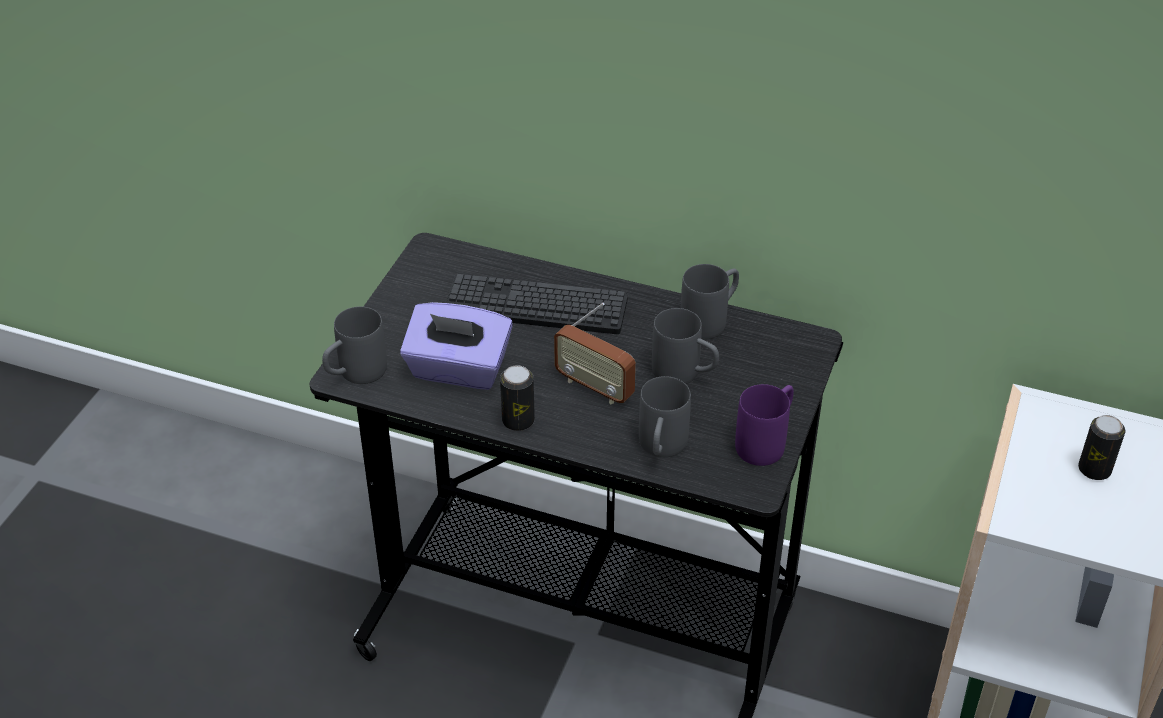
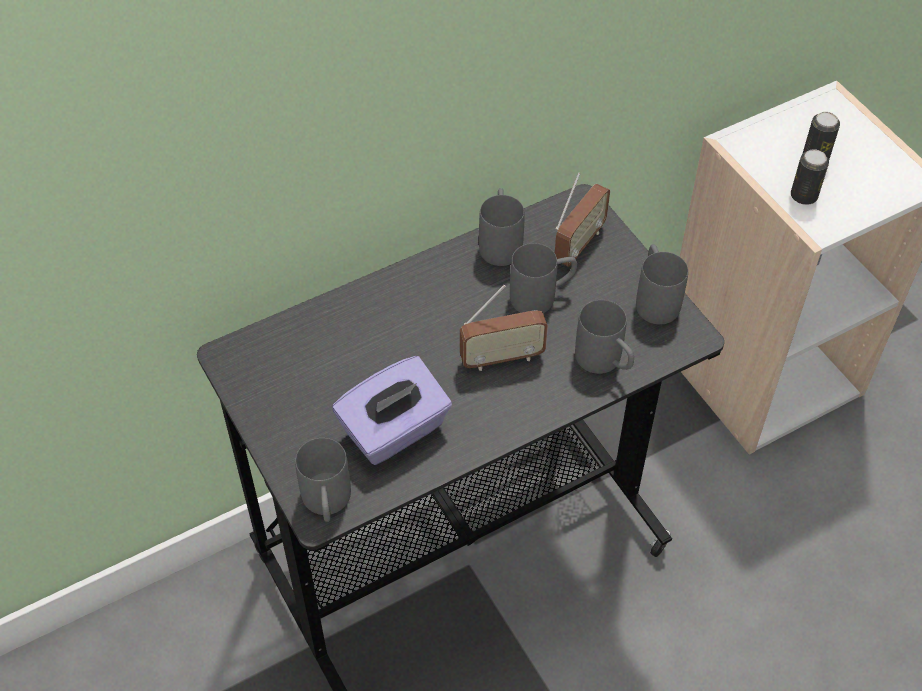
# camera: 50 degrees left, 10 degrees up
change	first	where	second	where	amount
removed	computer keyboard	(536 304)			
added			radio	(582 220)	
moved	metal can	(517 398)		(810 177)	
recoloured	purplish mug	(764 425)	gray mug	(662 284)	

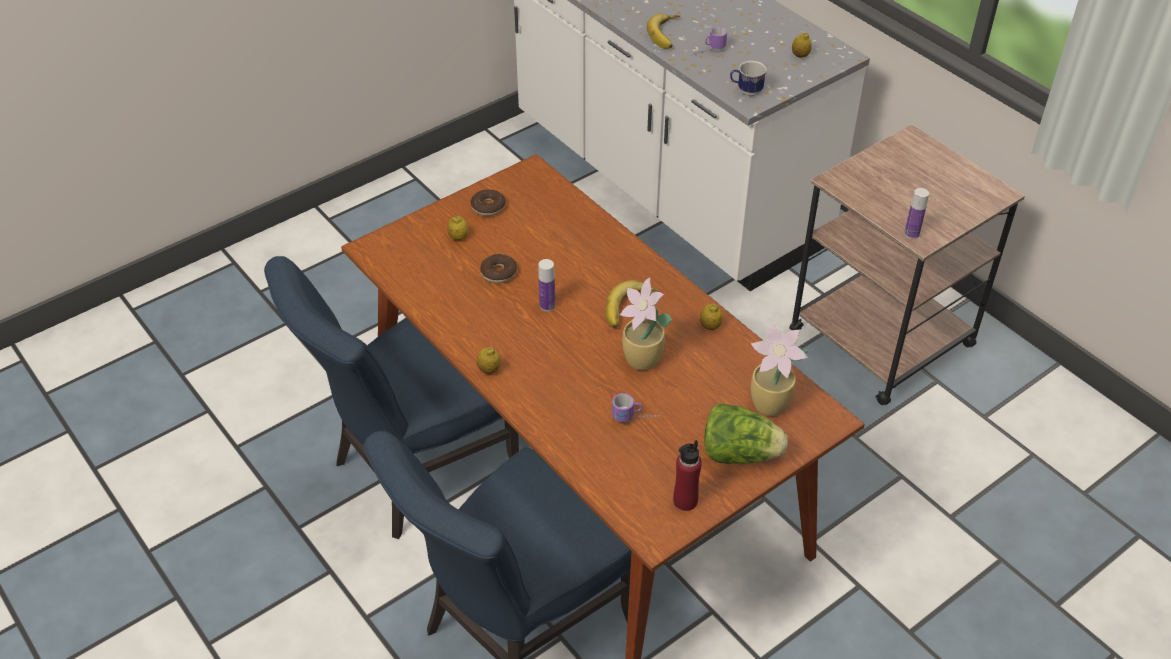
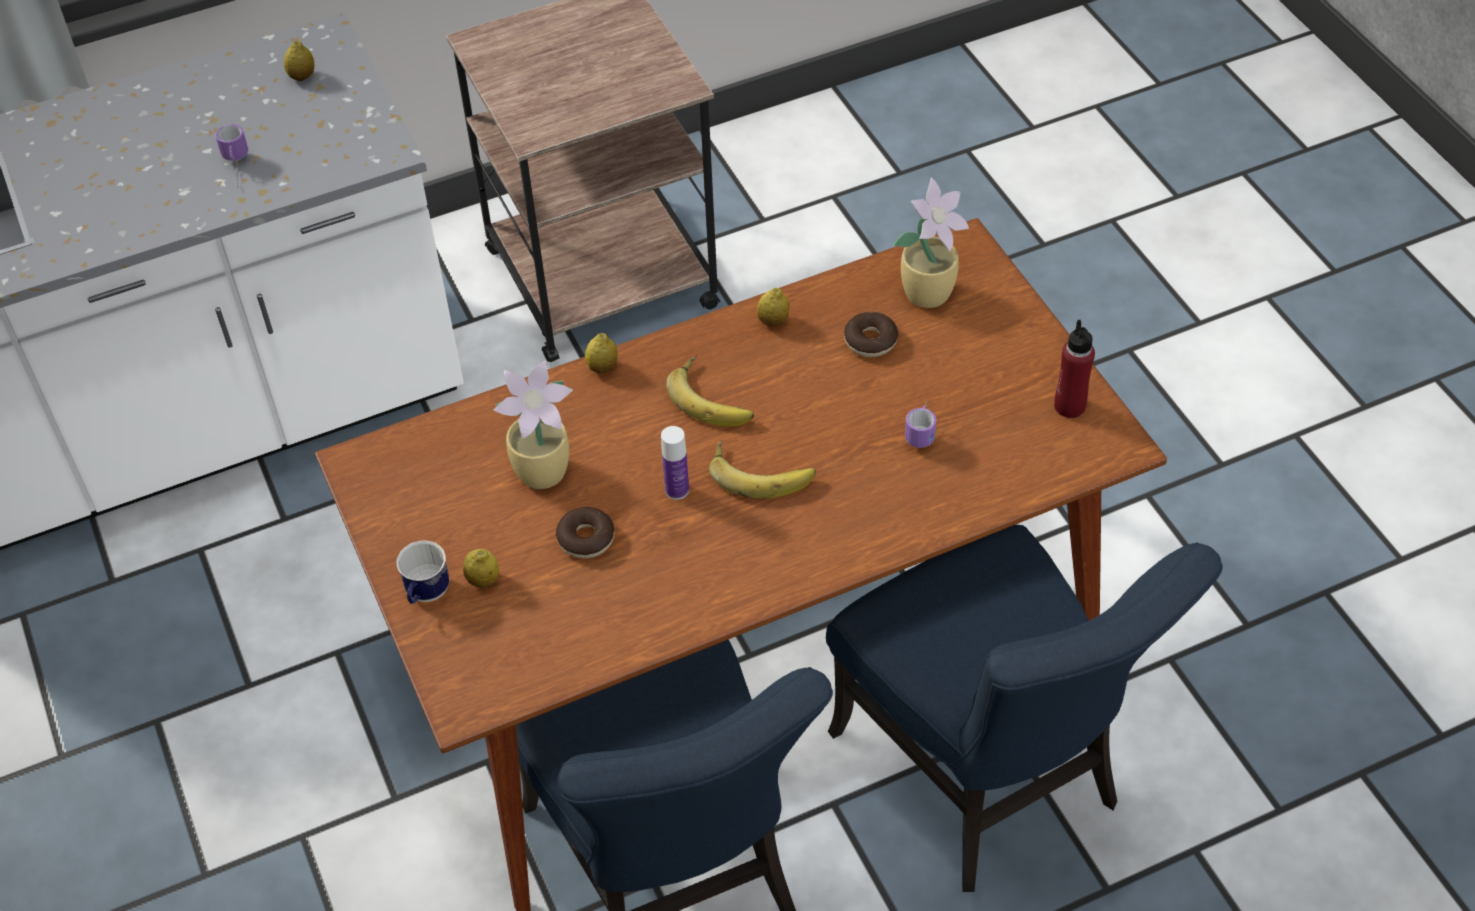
# camera: 75 degrees left, 5 degrees up
change	first	where	second	where	amount
removed	lettuce	(746 433)			
removed	bottle	(916 213)			
moved	donut	(488 202)		(871 334)	
moved	lemon	(489 360)		(601 353)	
moved	plant in a pot	(645 324)		(533 424)	
moved	banana fruit	(663 31)		(762 469)	
moved	mug	(748 78)		(422 572)	

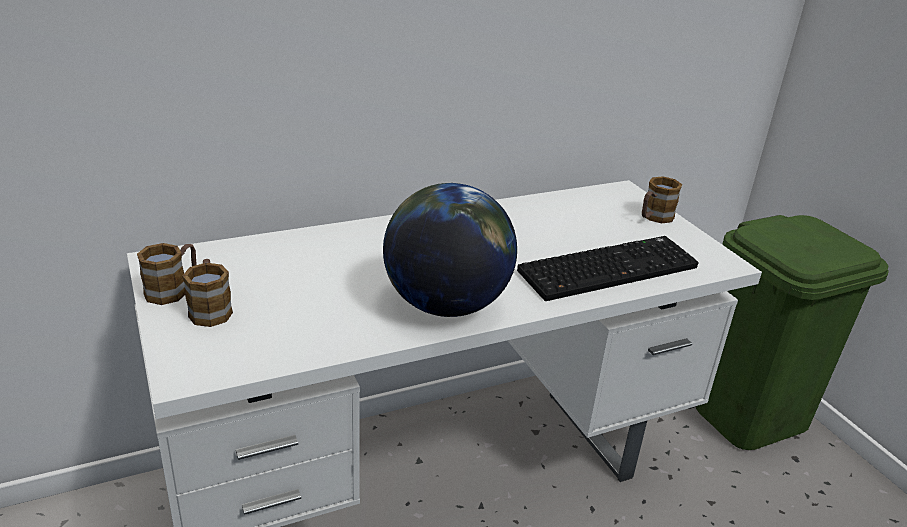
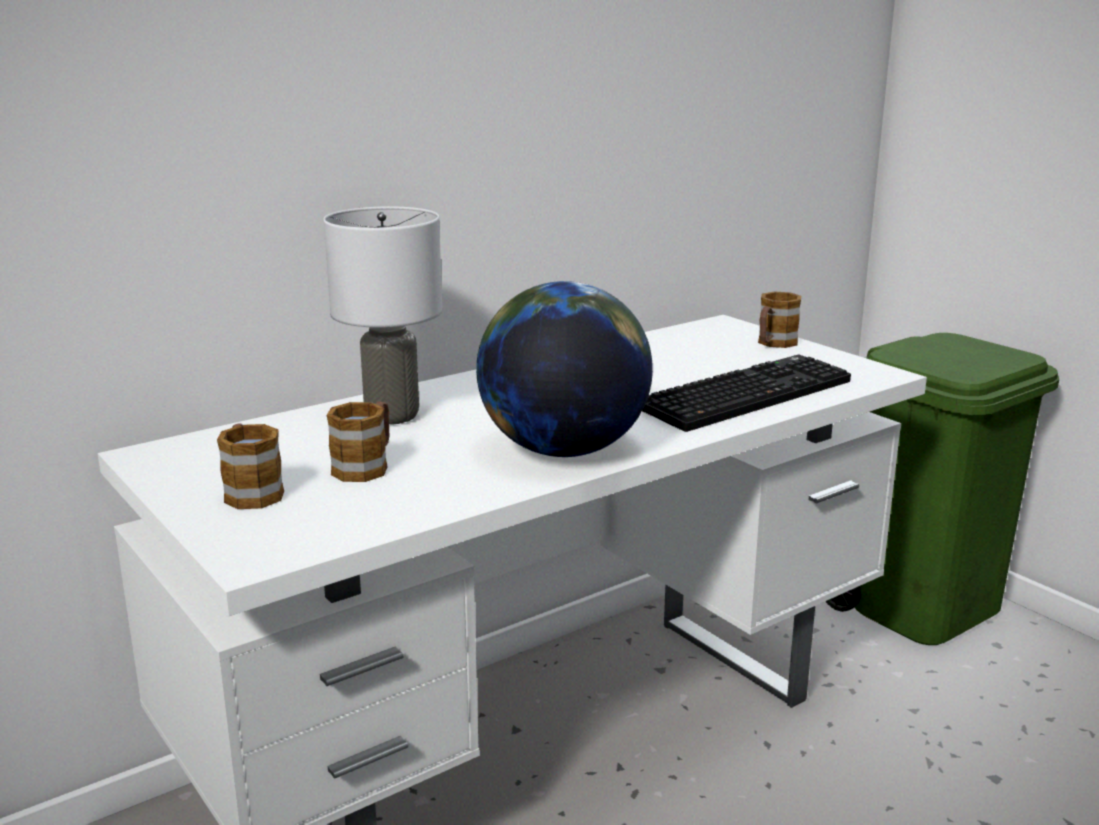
# camera: 10 degrees left, 10 degrees down
change	first	where	second	where	amount
added			whitish lamp for a table	(383 315)	
moved	mug	(167 274)		(358 442)	

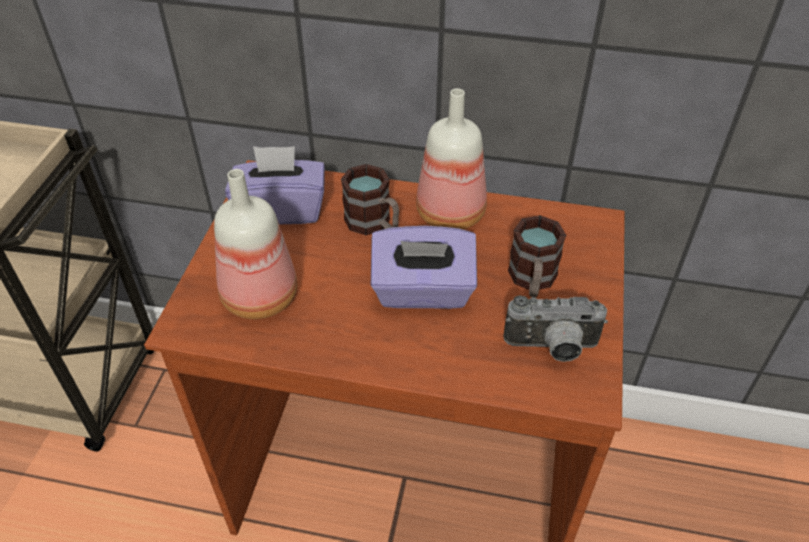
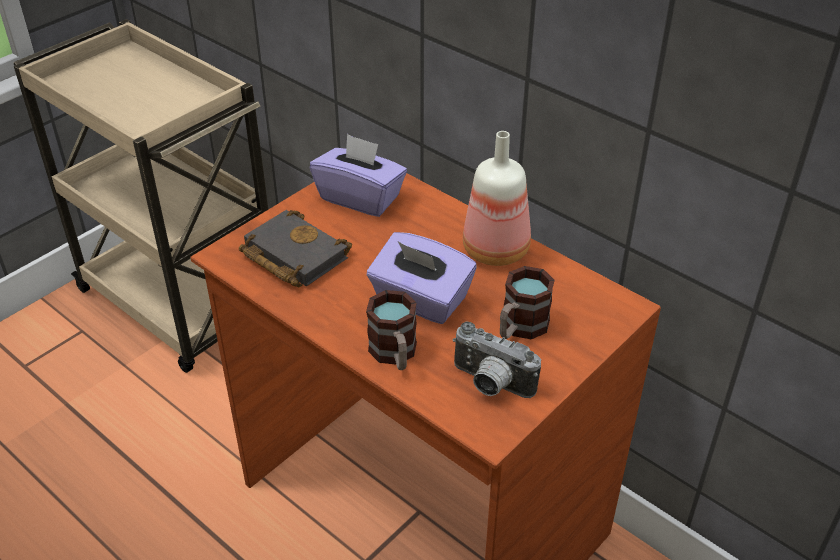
# camera: 30 degrees right, 5 degrees down
change	first	where	second	where	amount
moved	mug	(370 199)		(391 330)	
replaced	bottle	(255 244)	blackish bound book	(295 248)	

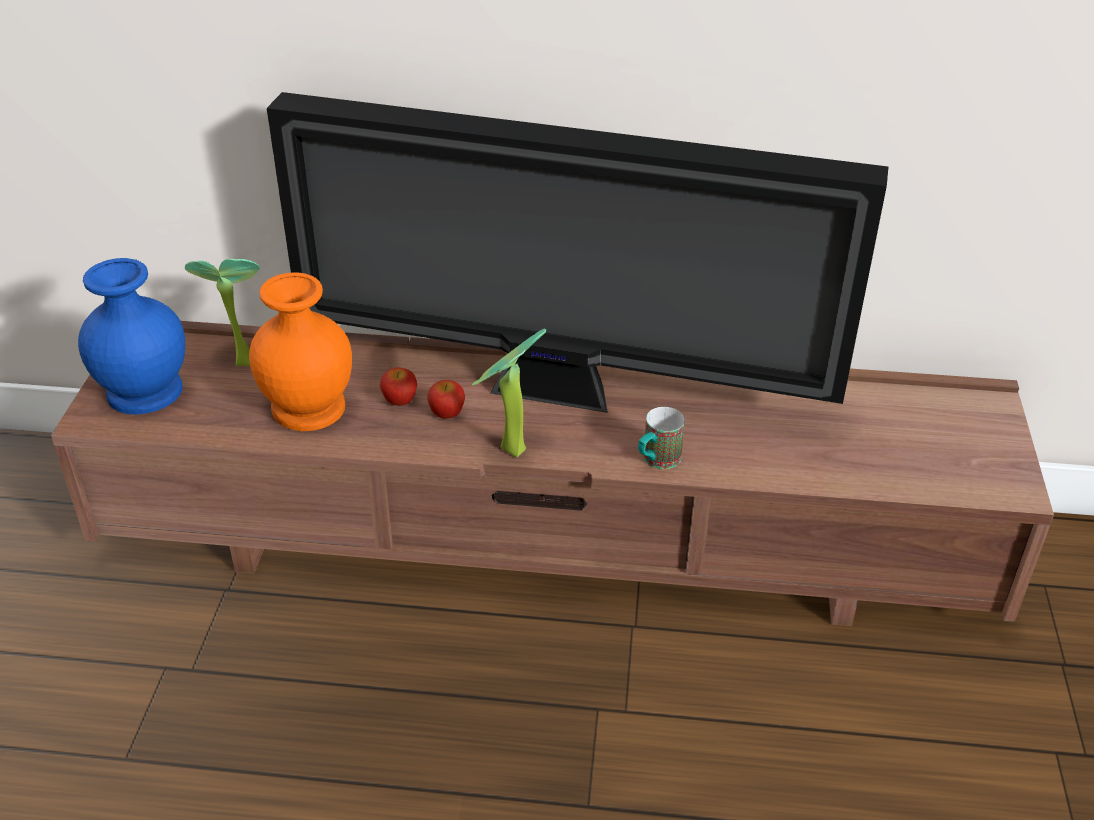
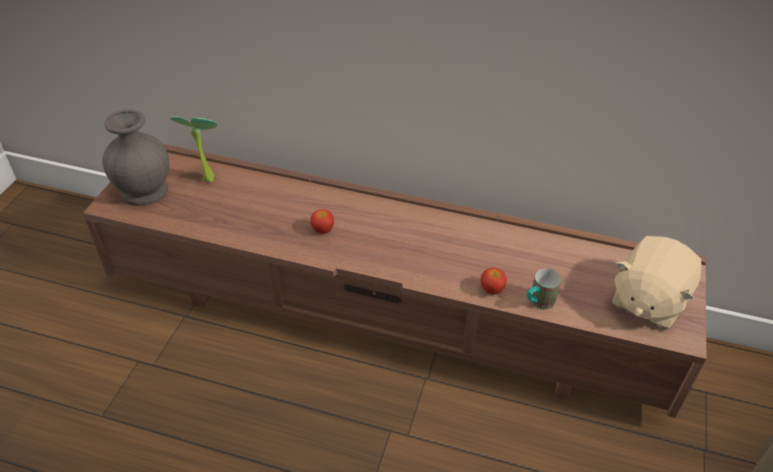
# camera: 10 degrees right, 5 degrees up
change	first	where	second	where	amount
removed	orange decorative vase	(300 351)			
removed	television	(577 252)			
removed	plant in a pot	(509 393)			
added			sand-coloured plush toy	(657 282)	
moved	whole apple	(398 387)		(494 281)	
moved	mug	(661 438)		(544 289)	
recoloured	blue-coloured decorative vase	(131 336)	gray decorative vase	(135 157)	

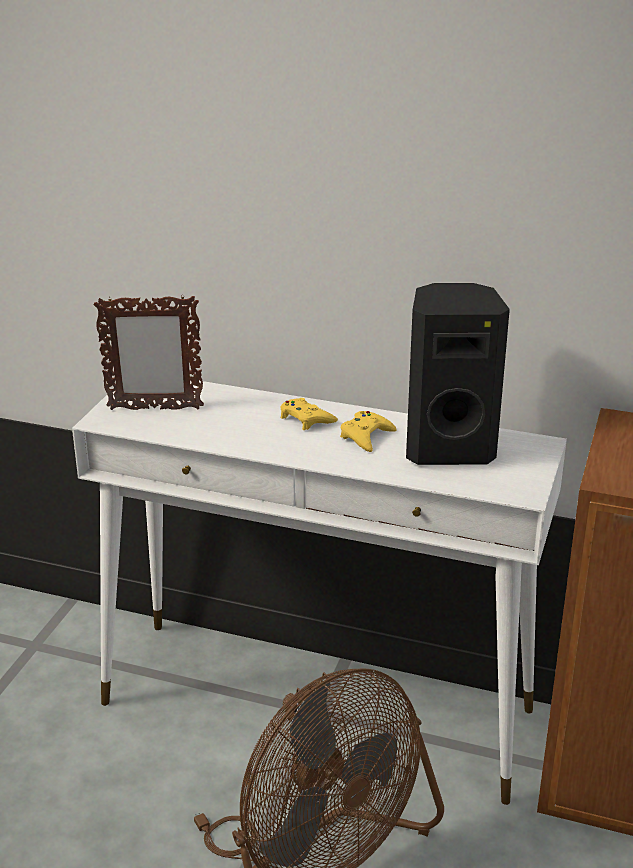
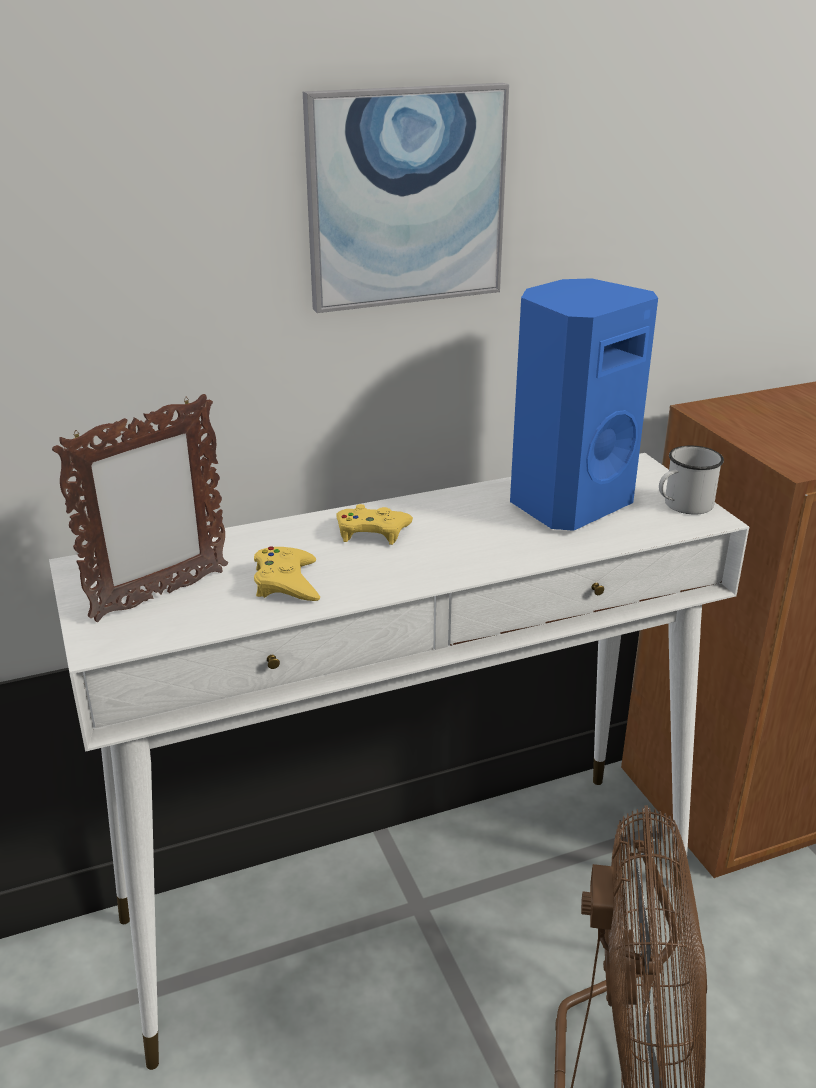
# camera: 40 degrees left, 0 degrees up
change	first	where	second	where	amount
added			wall picture	(406 198)	
added			whitish mug	(691 480)	
moved	yellow game controller	(368 431)		(287 573)	
recoloured	blackish speaker	(458 374)	blue-coloured speaker	(584 404)	

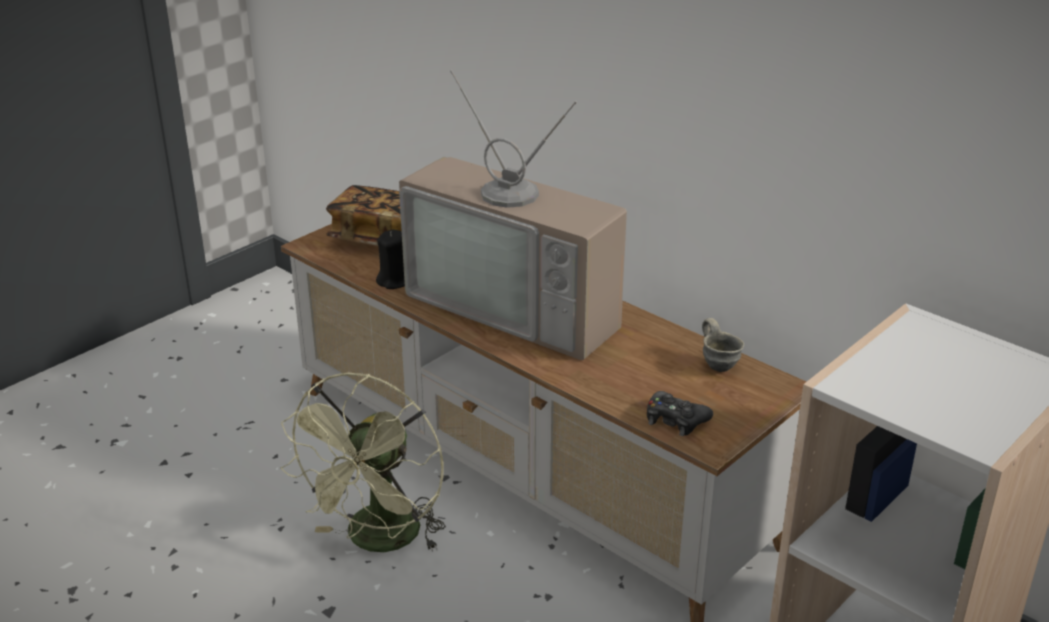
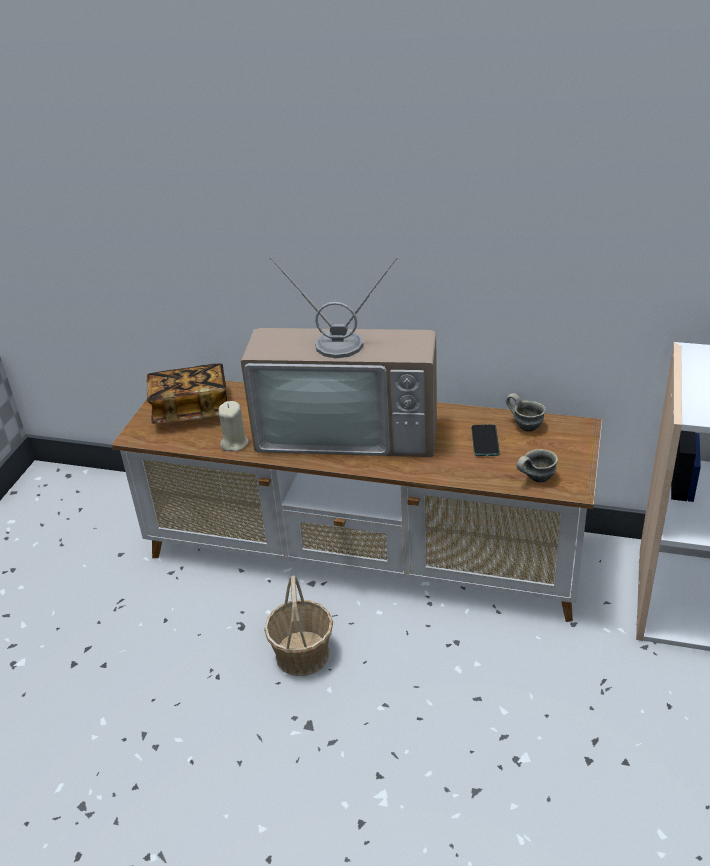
# camera: 25 degrees left, 5 degrees up
change	first	where	second	where	amount
added			phone	(485 440)	
replaced	greenish fan	(363 462)	storage basket	(298 626)	
replaced	blackish game controller	(680 413)	gray mug	(537 466)	
recoloured	blackish wax candle	(390 259)	sand-coloured wax candle	(234 426)	

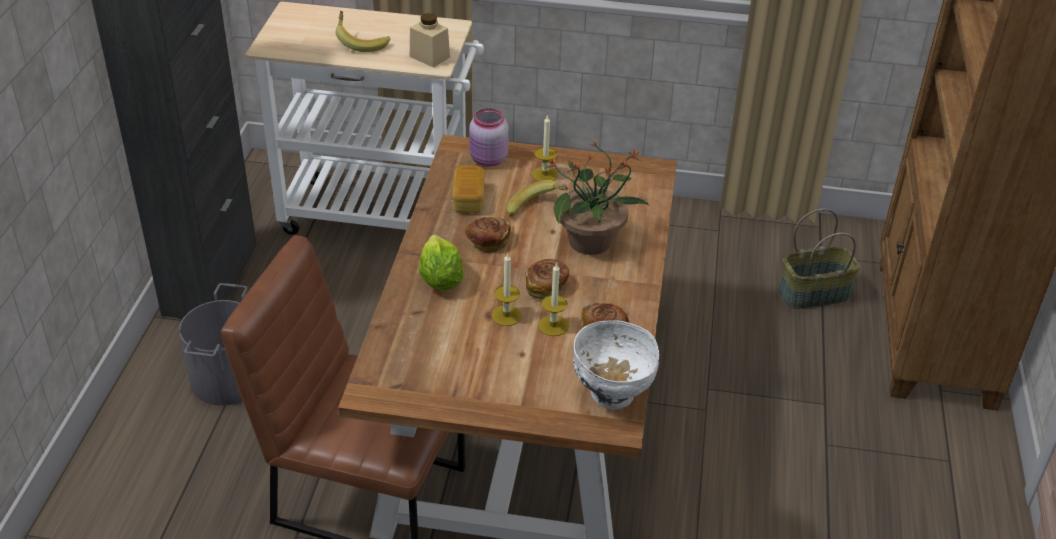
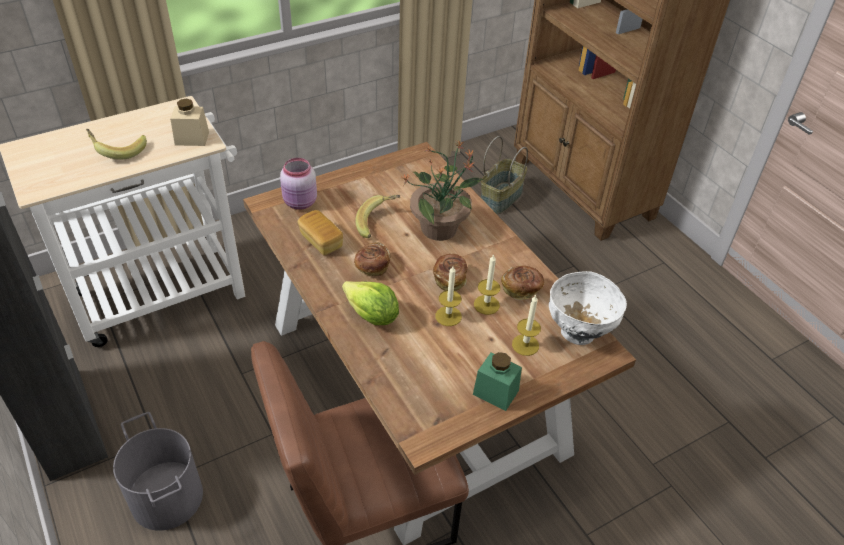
# camera: 40 degrees left, 5 degrees up
change	first	where	second	where	amount
added			greenish jar	(497 381)	
moved	wax candle	(545 148)		(526 325)	

